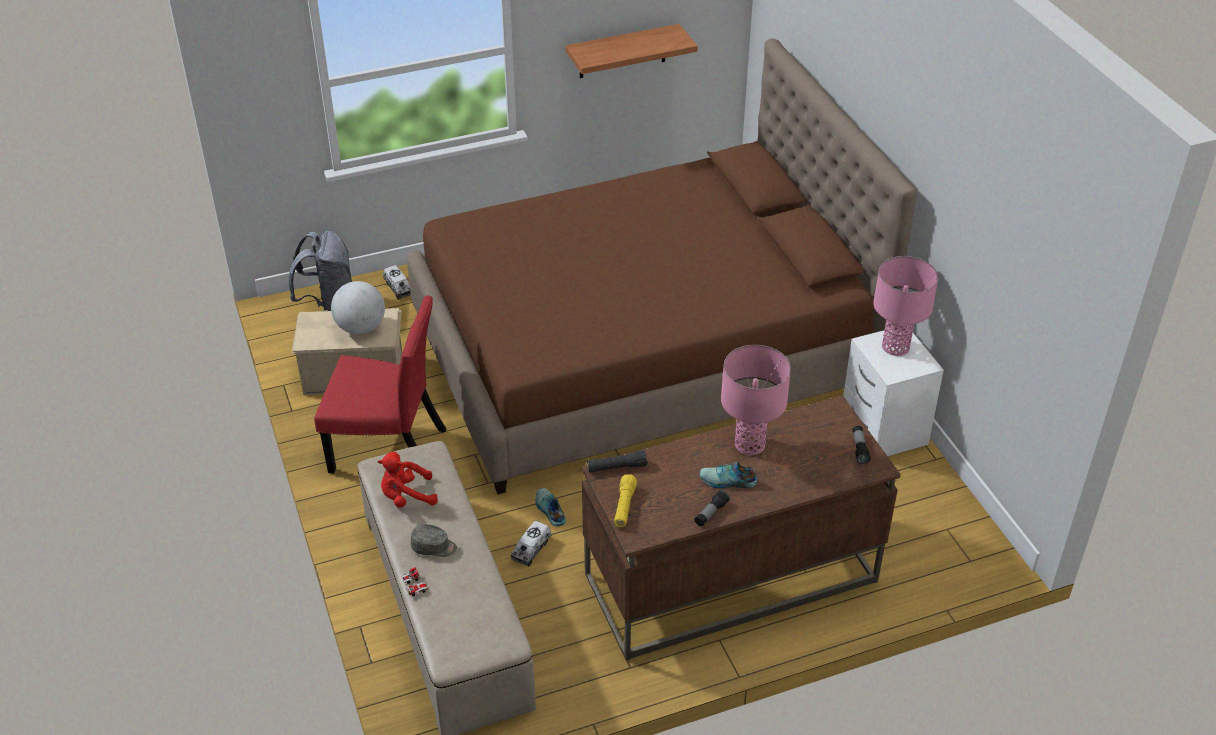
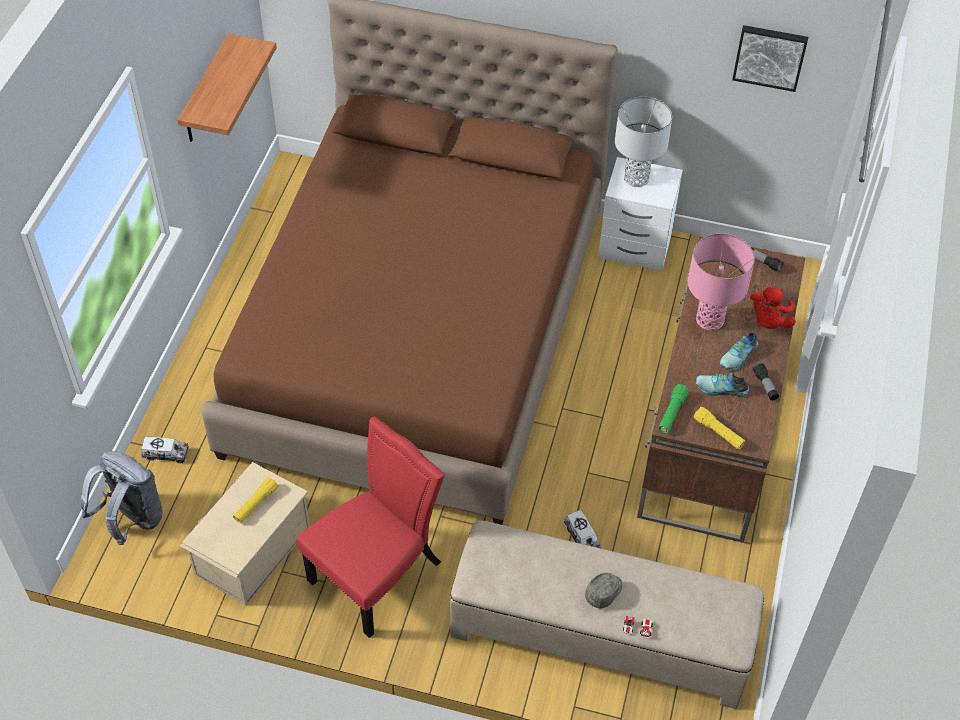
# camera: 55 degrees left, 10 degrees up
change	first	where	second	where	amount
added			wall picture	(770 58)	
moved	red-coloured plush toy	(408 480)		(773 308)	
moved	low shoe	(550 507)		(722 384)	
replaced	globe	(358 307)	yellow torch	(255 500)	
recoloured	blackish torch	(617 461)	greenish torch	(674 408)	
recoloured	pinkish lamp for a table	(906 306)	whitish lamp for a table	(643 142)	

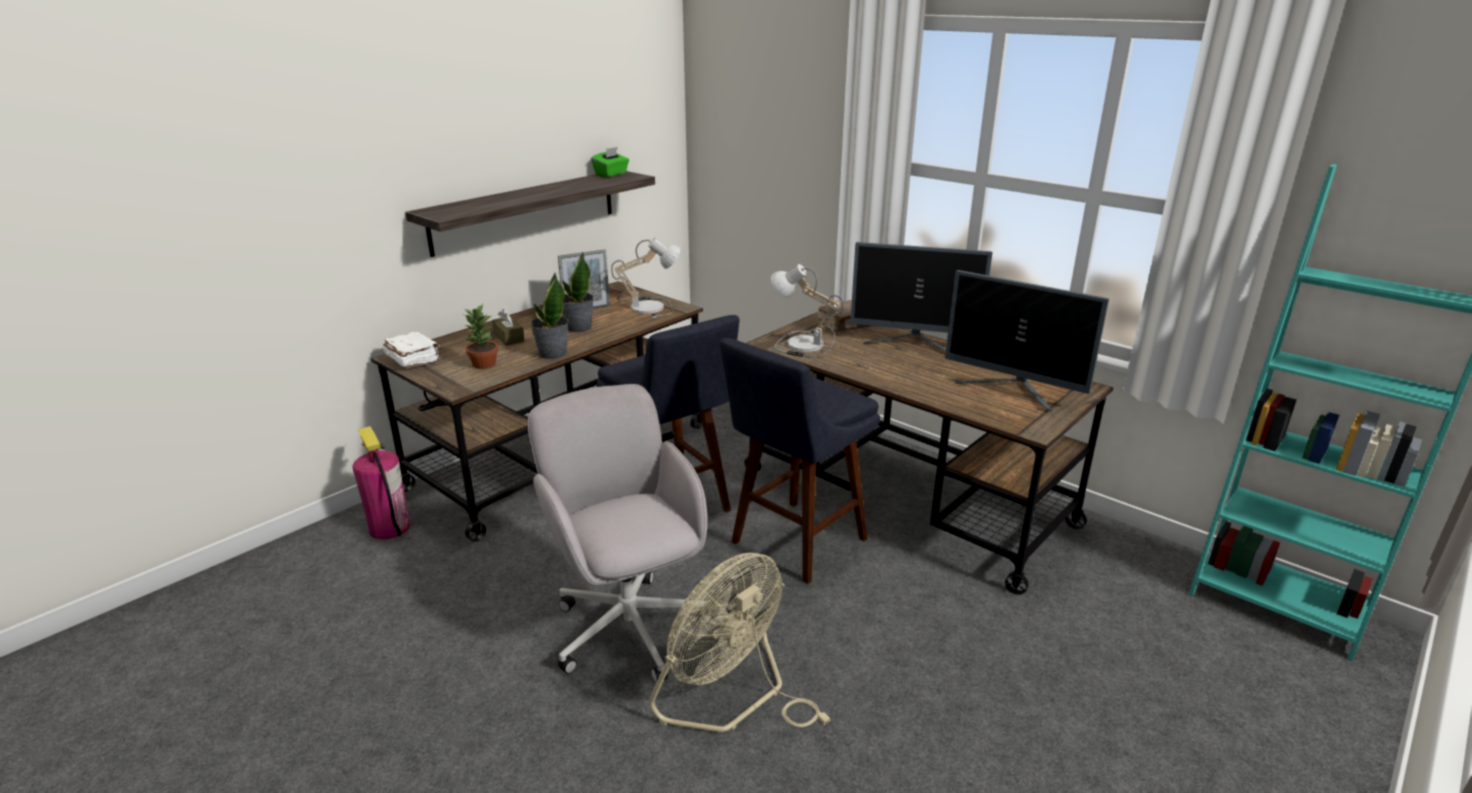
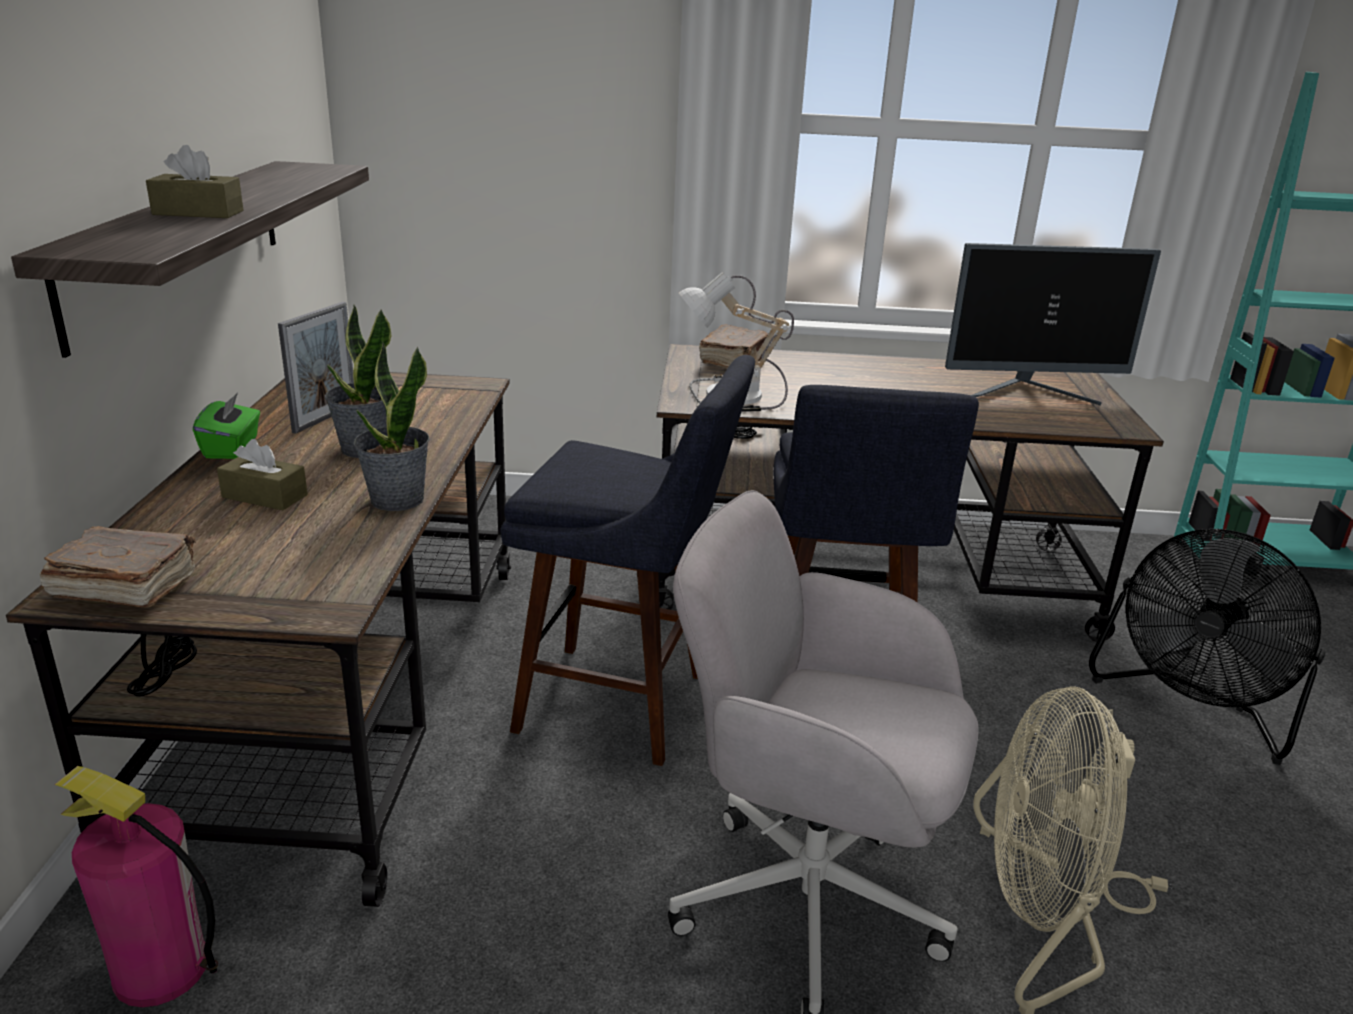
# camera: 40 degrees left, 0 degrees up
change	first	where	second	where	amount
removed	plant in a pot	(480 336)			
removed	lamp for a table	(646 277)			
removed	computer display	(921 297)			
added			brown tissue holder	(194 181)	
added			blackish fan	(1207 647)	
moved	greenish tissue holder	(610 162)		(226 426)	
recoloured	whitish bound book	(411 350)	brown bound book	(117 567)	

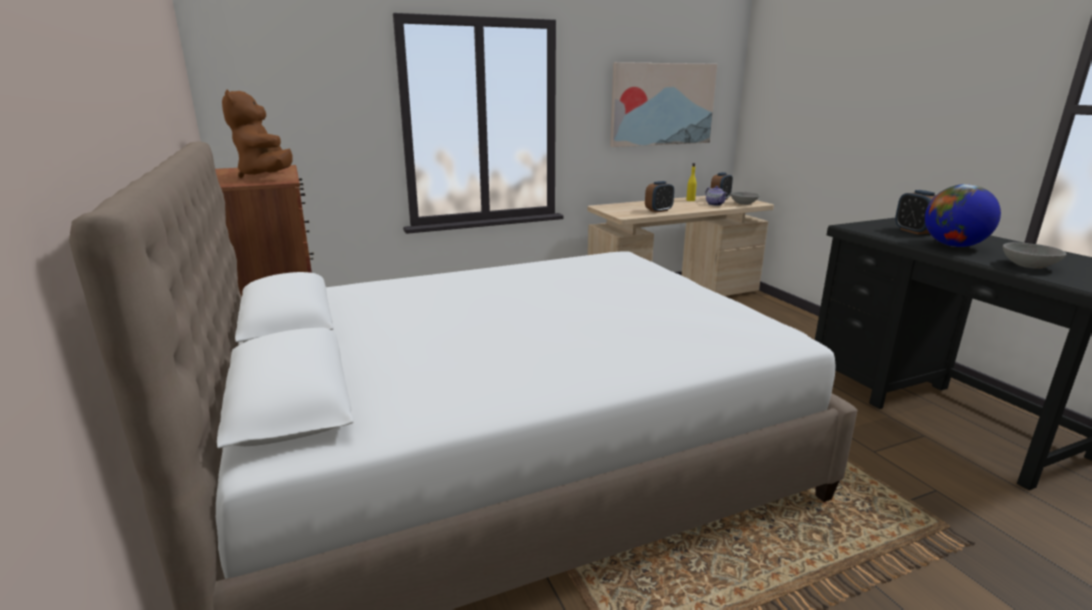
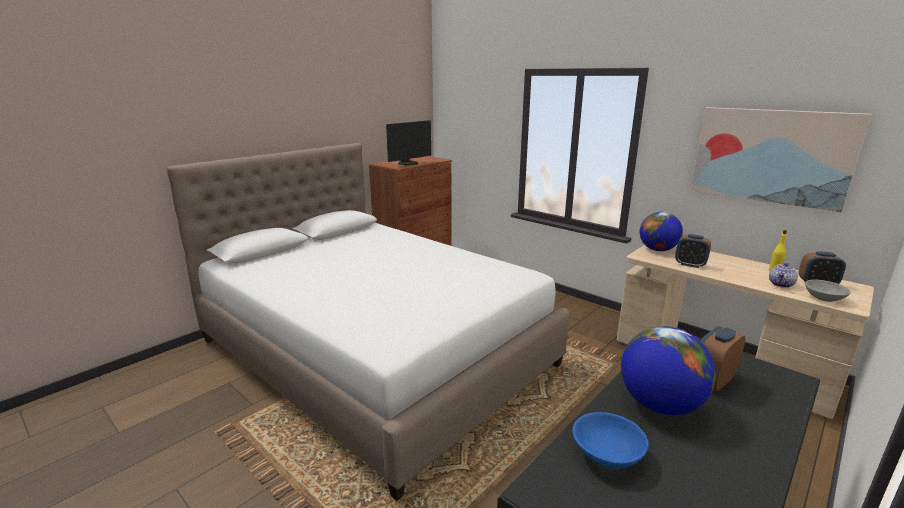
# camera: 65 degrees right, 0 degrees up
change	first	where	second	where	amount
added			globe	(661 231)	
replaced	brown plush toy	(257 133)	computer display	(408 142)	
recoloured	gray deep dish	(1034 255)	blue-coloured deep dish	(611 440)	

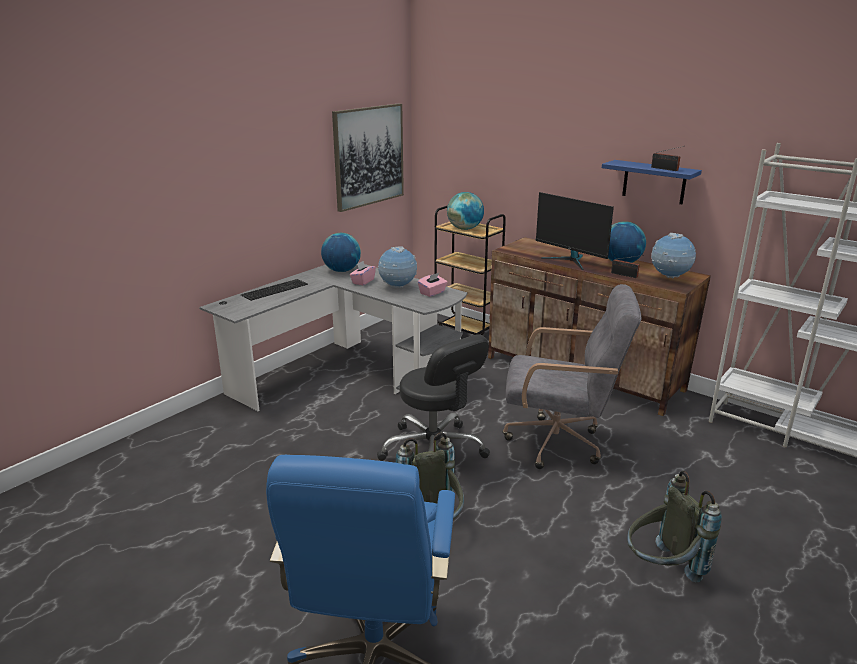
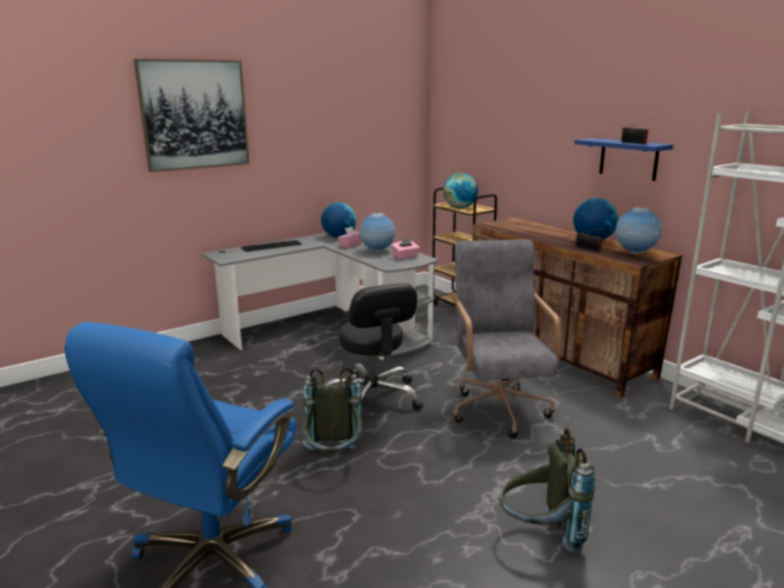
# camera: 15 degrees right, 5 degrees down
change	first	where	second	where	amount
removed	computer display	(575 231)			
moved	wall picture	(368 158)		(192 115)	
turned	gray office chair	(572 376)		(506 338)	120 degrees counterclockwise

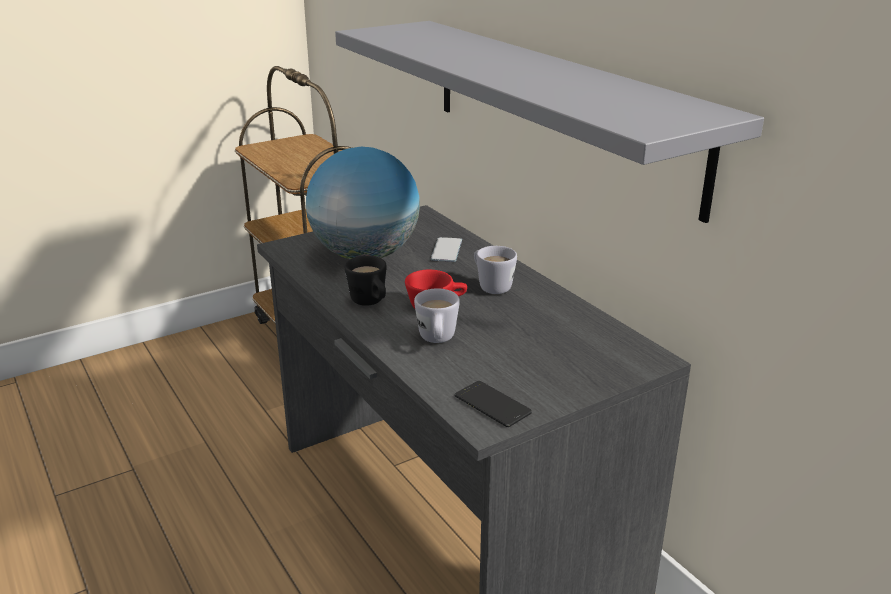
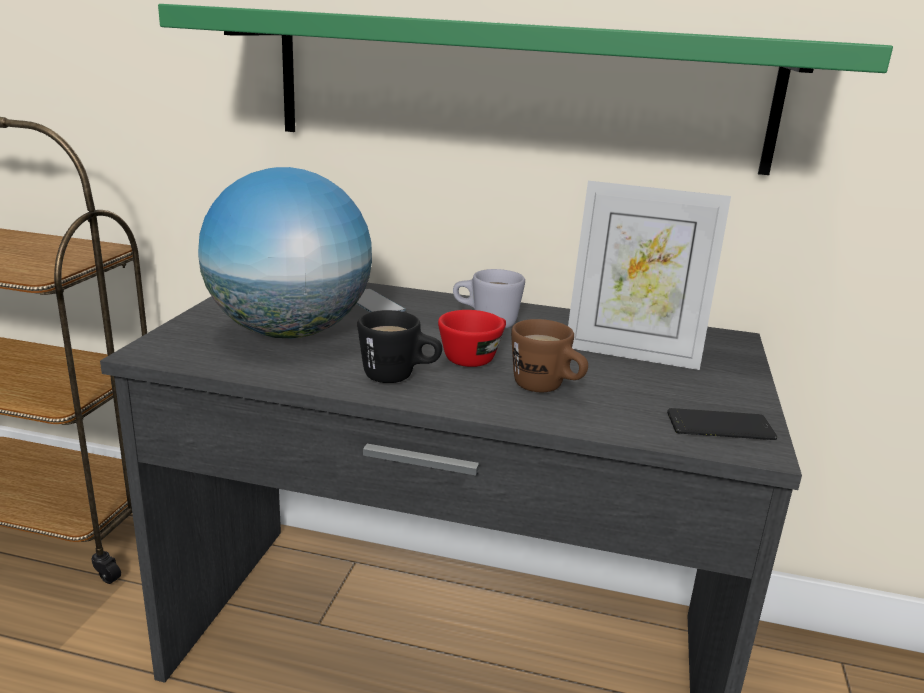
# camera: 45 degrees left, 5 degrees down
change	first	where	second	where	amount
added			picture frame	(649 275)	
recoloured	gray bracket shelf	(549 122)	greenish bracket shelf	(525 89)	
recoloured	whitish mug	(437 316)	brown mug	(549 355)	

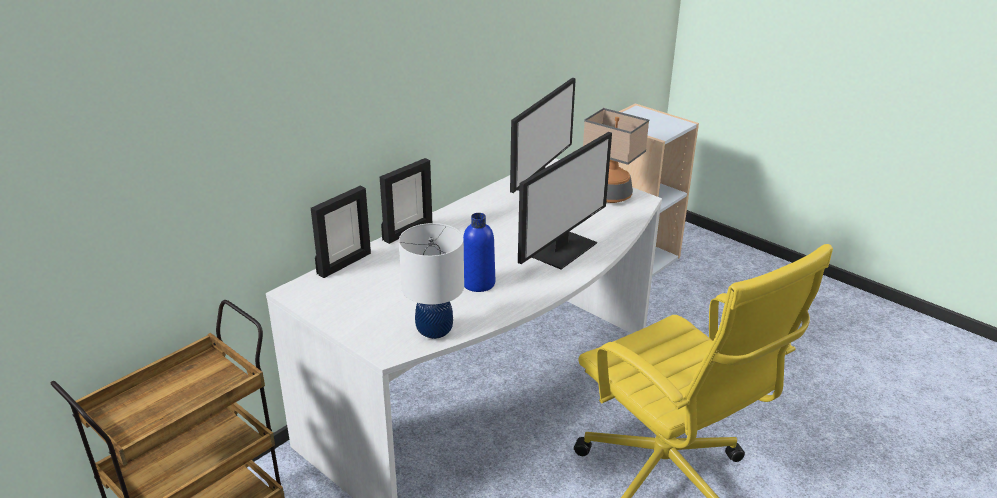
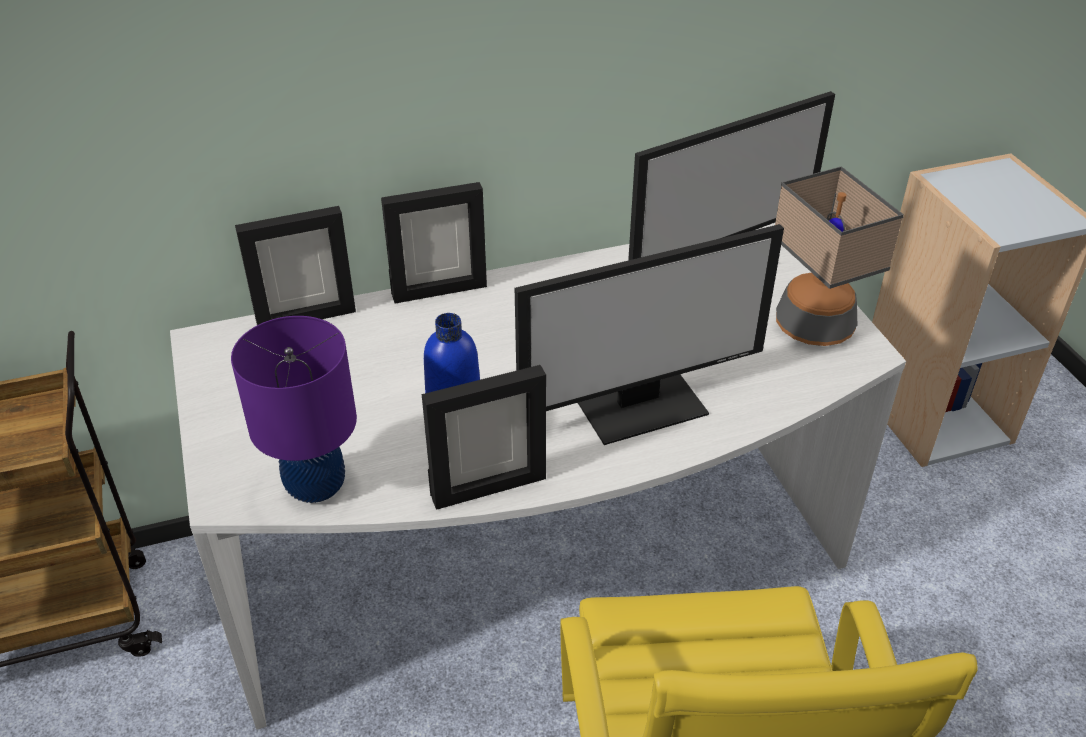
# camera: 30 degrees right, 10 degrees up
change	first	where	second	where	amount
added			picture frame	(484 437)	
recoloured	whitish lamp for a table	(431 281)	purplish lamp for a table	(294 409)	

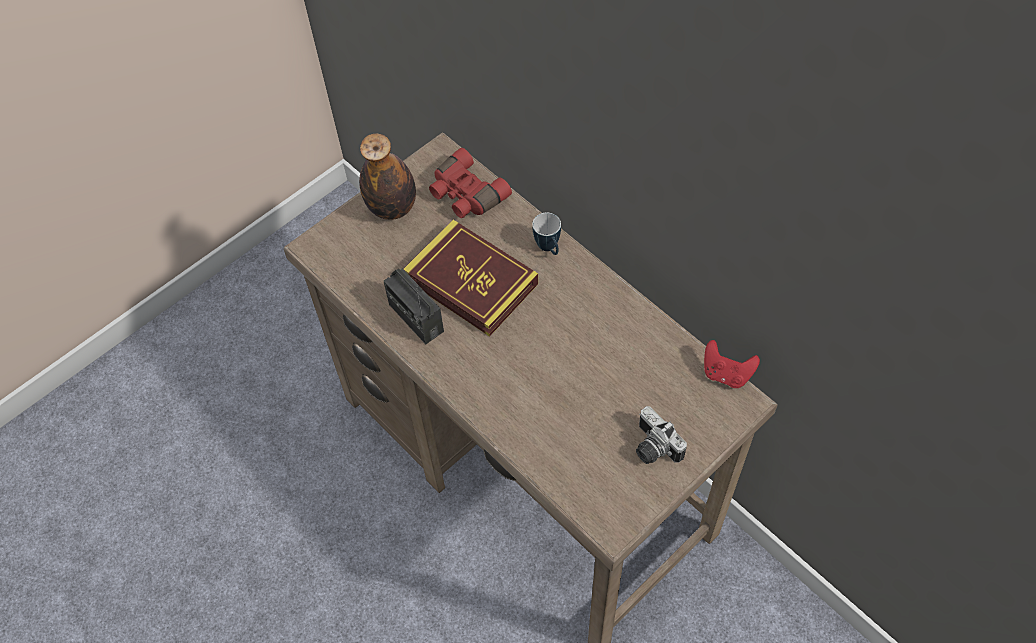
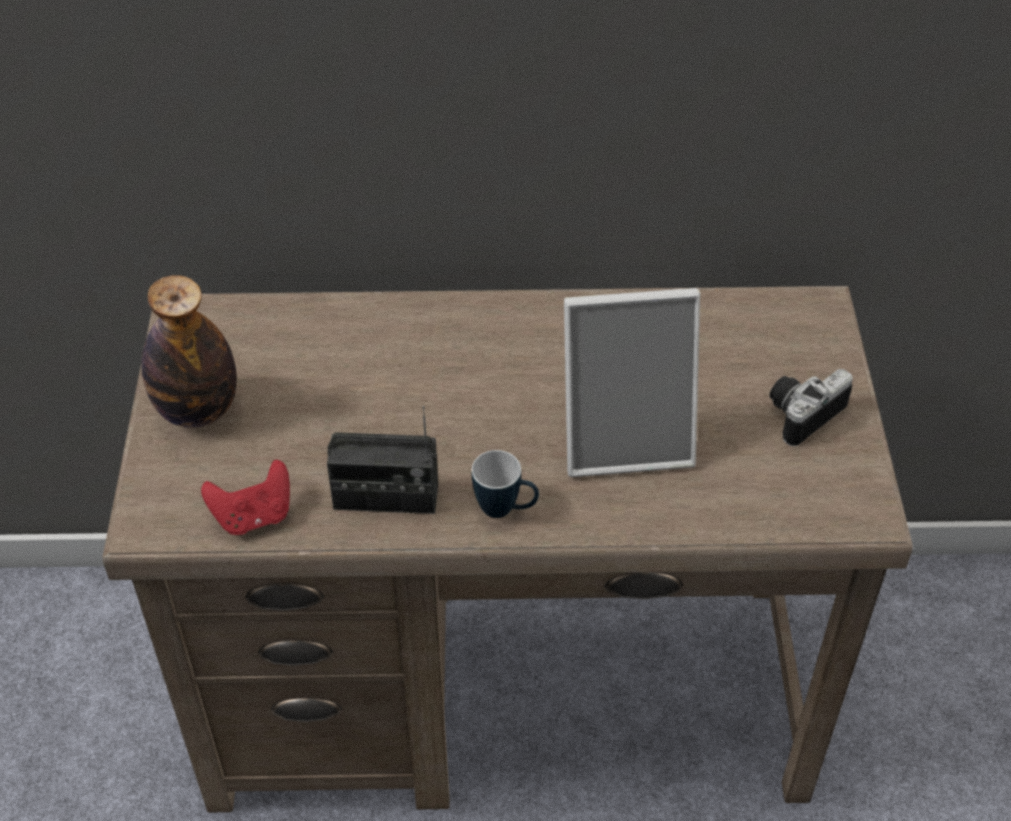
# camera: 50 degrees left, 10 degrees down
change	first	where	second	where	amount
removed	bound book	(471 278)			
removed	red-coloured pair of binoculars	(470 183)			
added			picture frame	(632 382)	
moved	mug	(546 233)		(505 484)	
moved	red-coloured game controller	(732 364)		(245 497)	
turned	still camera	(661 435)		(811 407)	135 degrees clockwise

